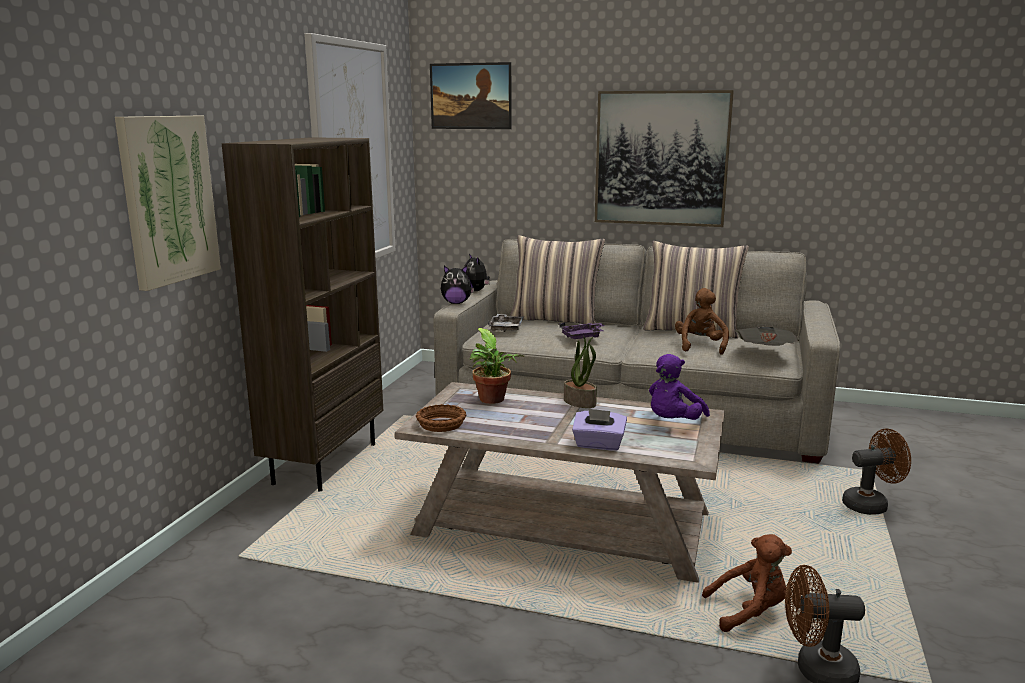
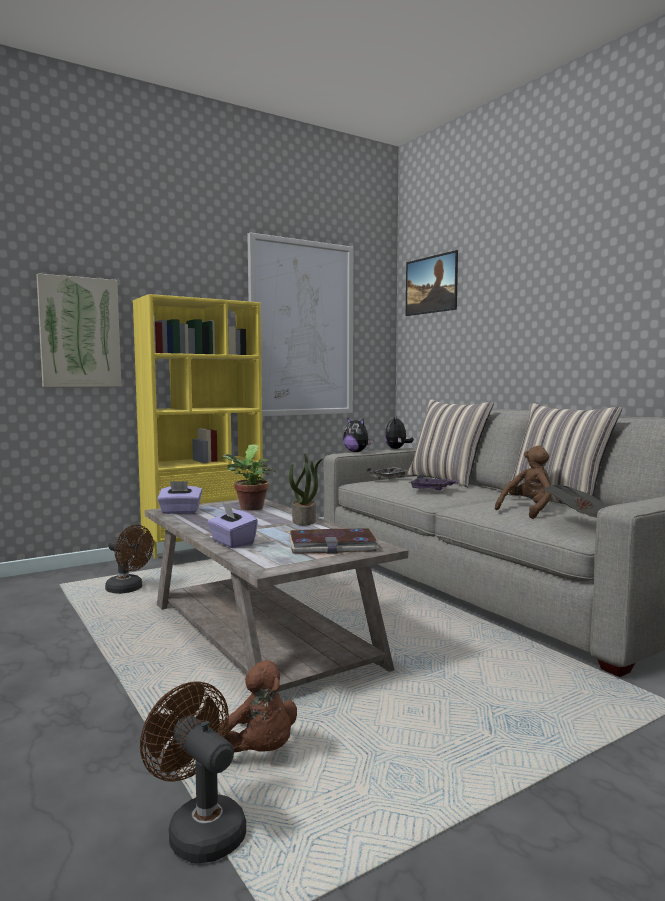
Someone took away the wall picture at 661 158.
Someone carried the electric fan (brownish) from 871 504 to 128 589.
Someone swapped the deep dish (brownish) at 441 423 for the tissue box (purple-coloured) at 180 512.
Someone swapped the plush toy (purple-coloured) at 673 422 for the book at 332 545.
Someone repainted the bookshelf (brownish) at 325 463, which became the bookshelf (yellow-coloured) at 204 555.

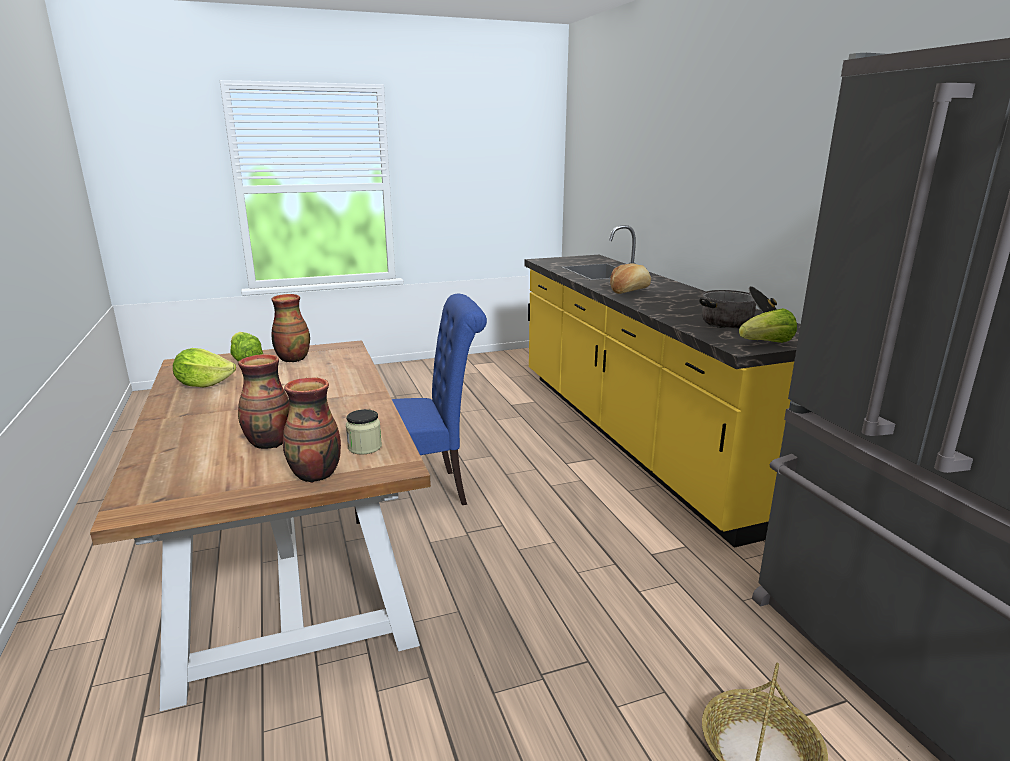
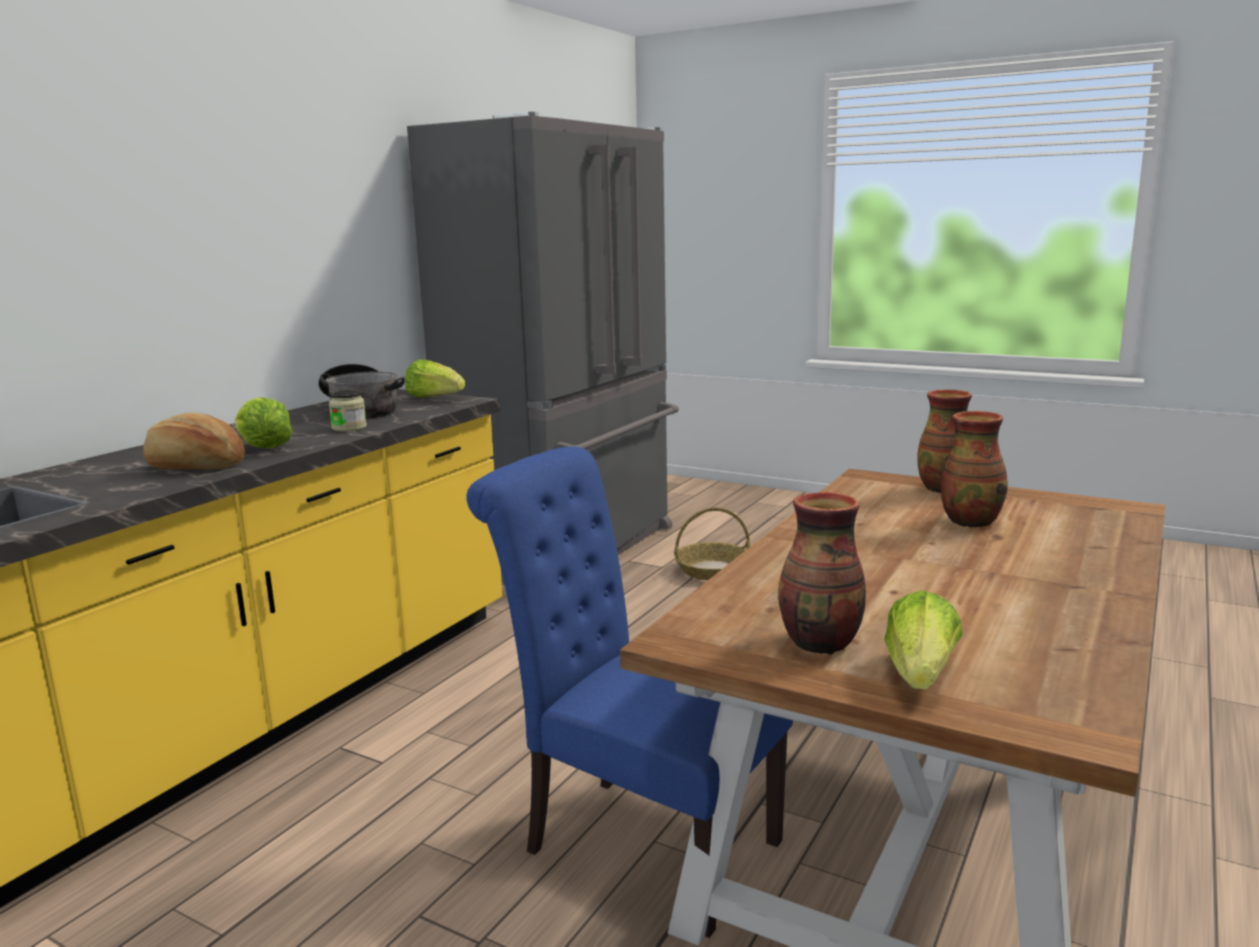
Someone carried the lettuce head from 204 384 to 264 448.
Someone carried the jar from 365 447 to 349 428.

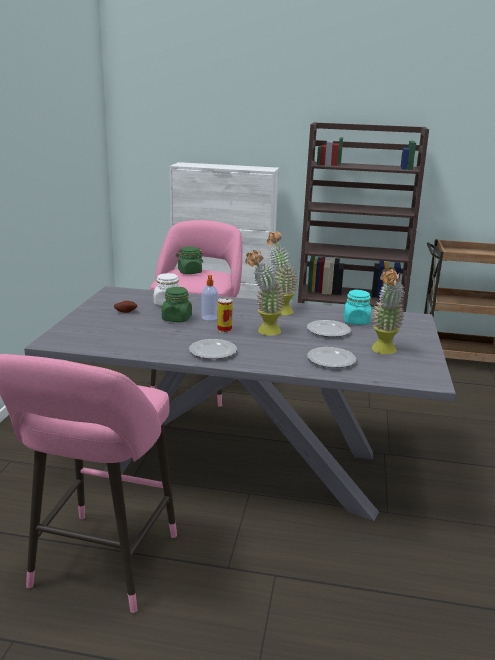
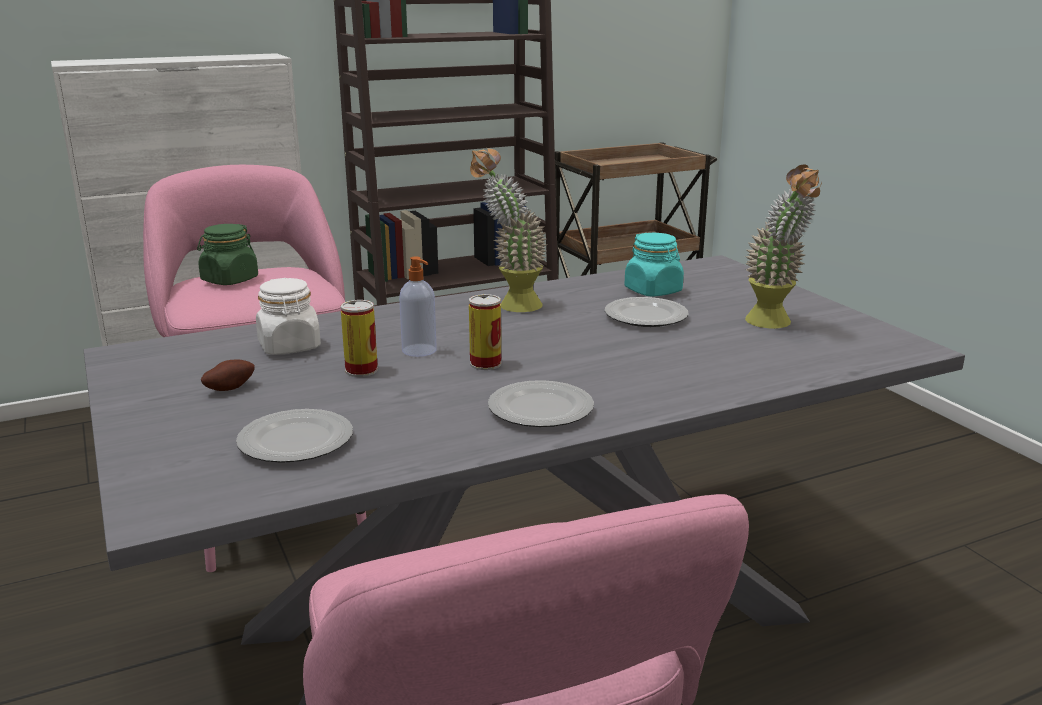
Someone took away the houseplant at 263 332.
Someone carried the flat dish from 331 360 to 296 441.
Someone swapped the jar (green-coloured) at 177 319 for the sealed can at 361 370.

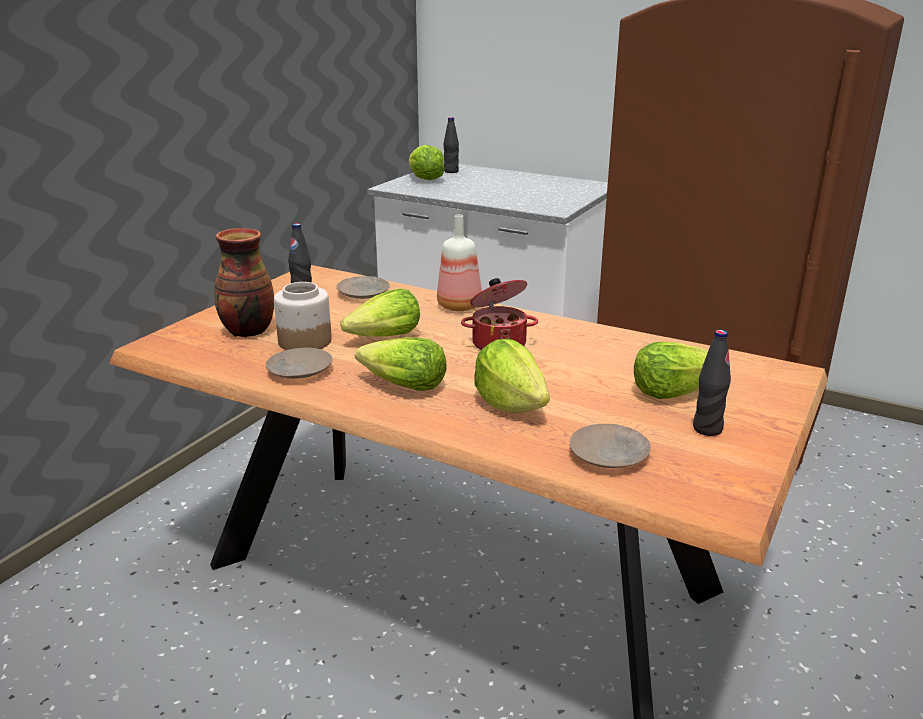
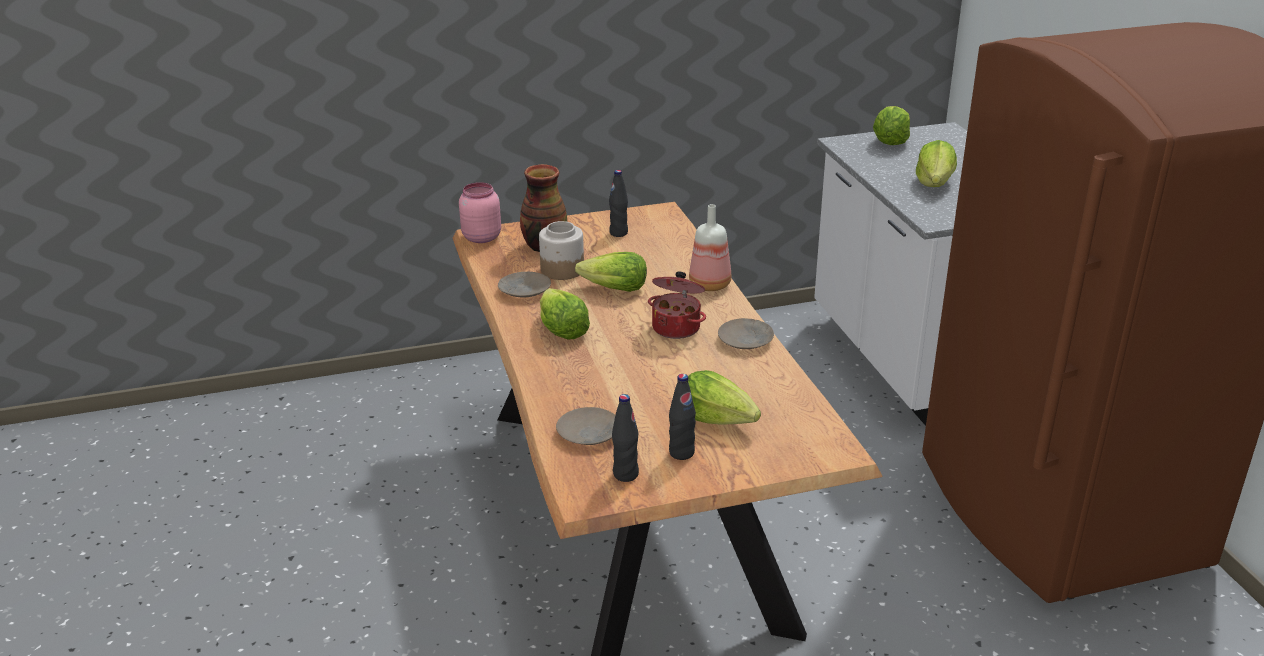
Someone put down the jar (pink) at 480 237.
Someone carried the flat dish (beige) from 363 293 to 746 340.
Someone carried the beverage bottle (blackish) from 451 171 to 625 474.
Someone carried the lettuce head from 510 404 to 934 183.

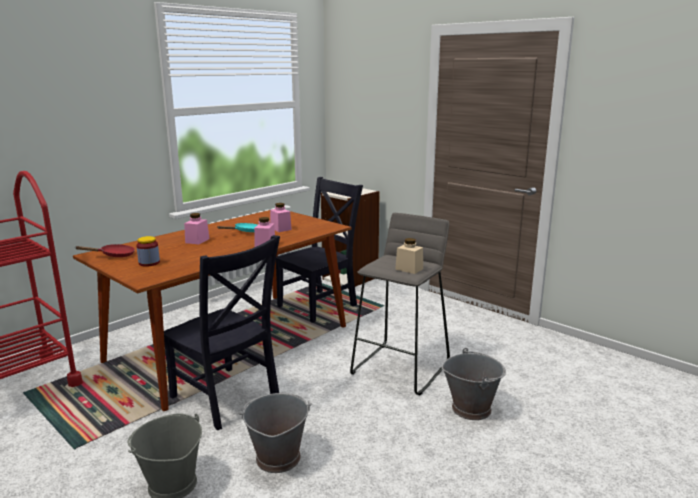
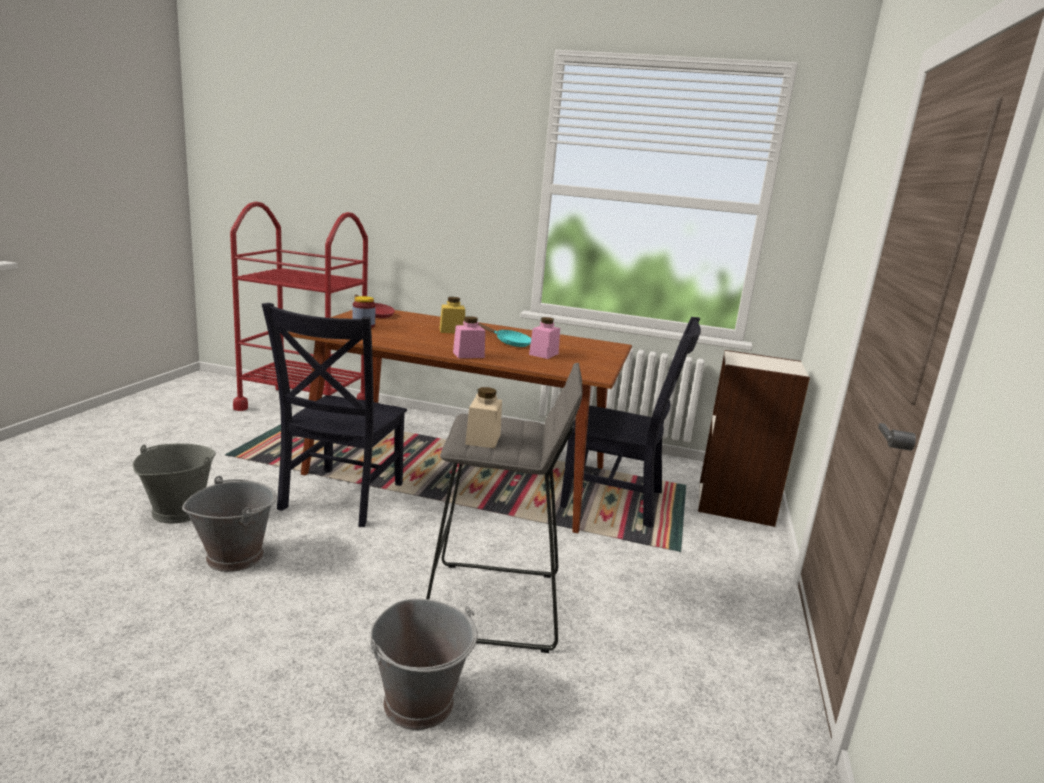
Someone repainted the jar (pink) at 197 241, which became the jar (yellow-coloured) at 452 331.

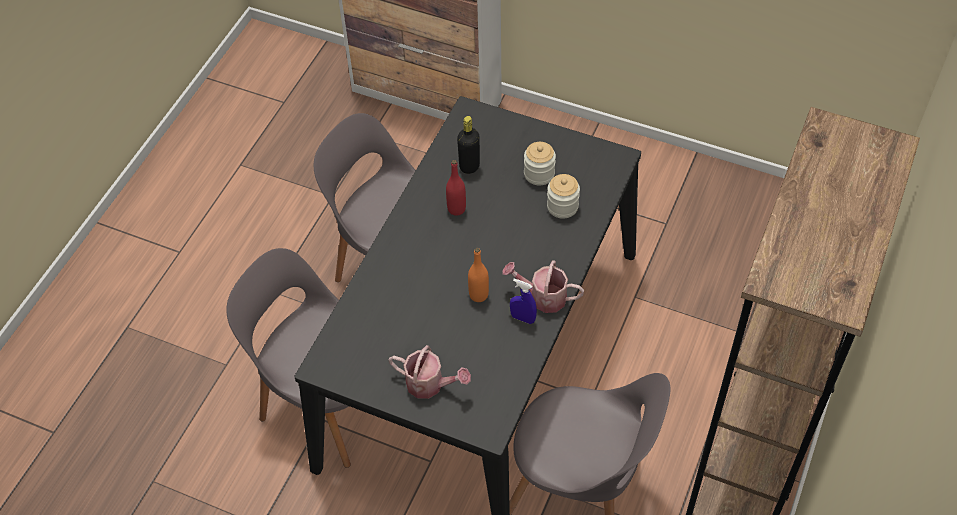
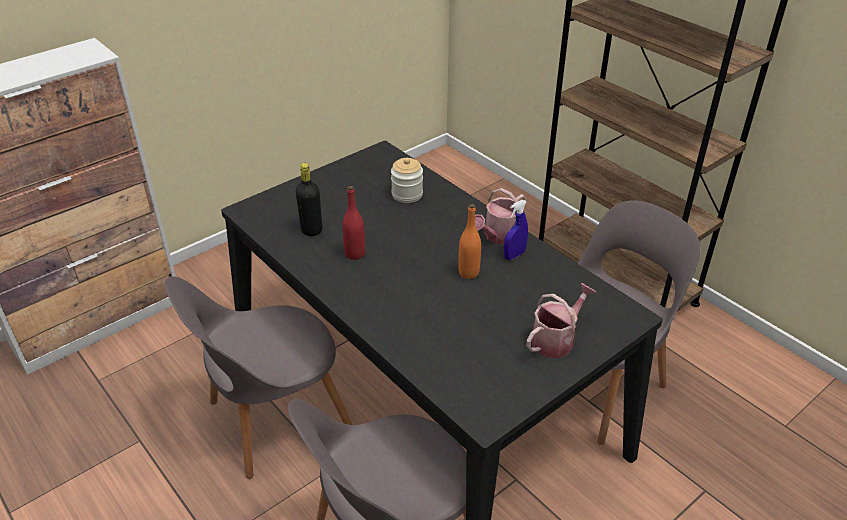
Someone took away the jar at 539 174.

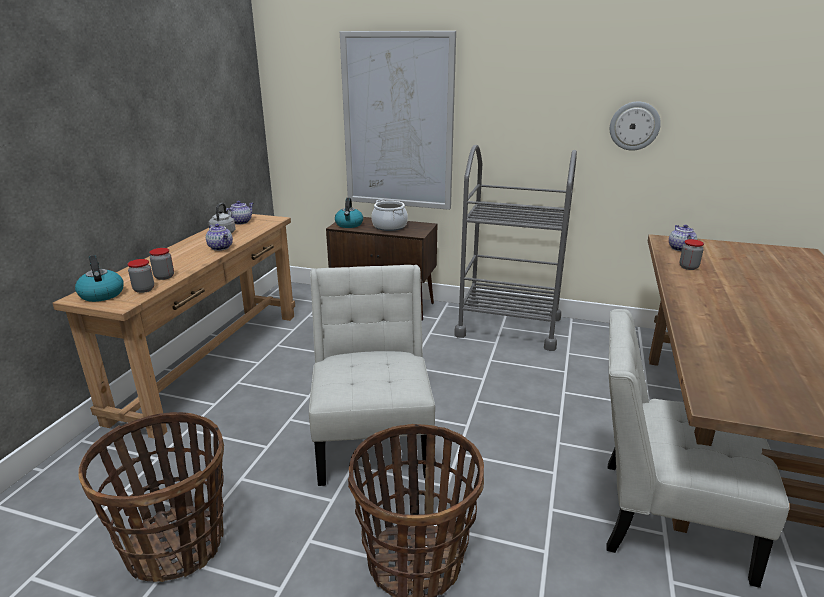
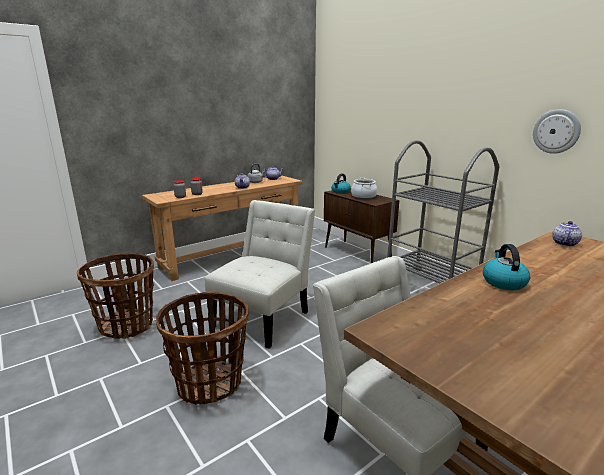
Someone took away the wall picture at 398 122.
Someone took away the jar at 688 267.
Someone carried the tea kettle from 101 294 to 503 282.

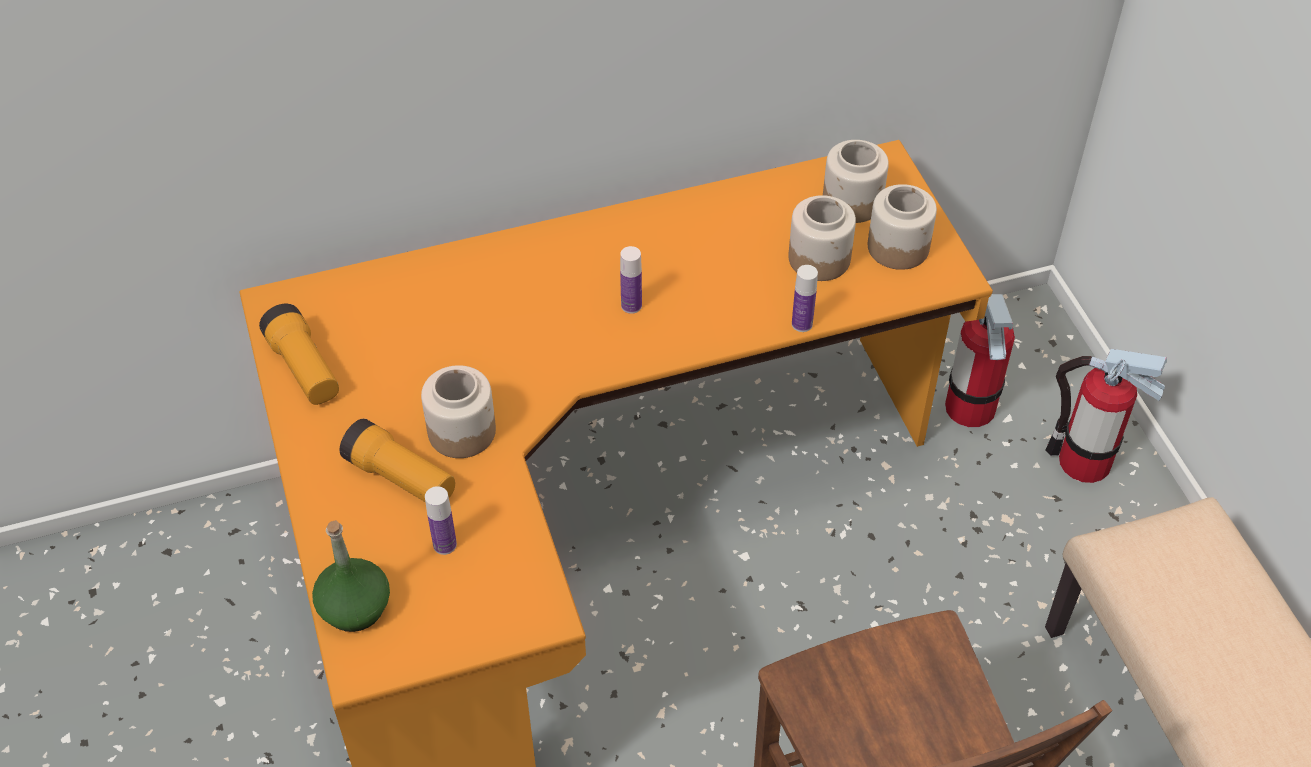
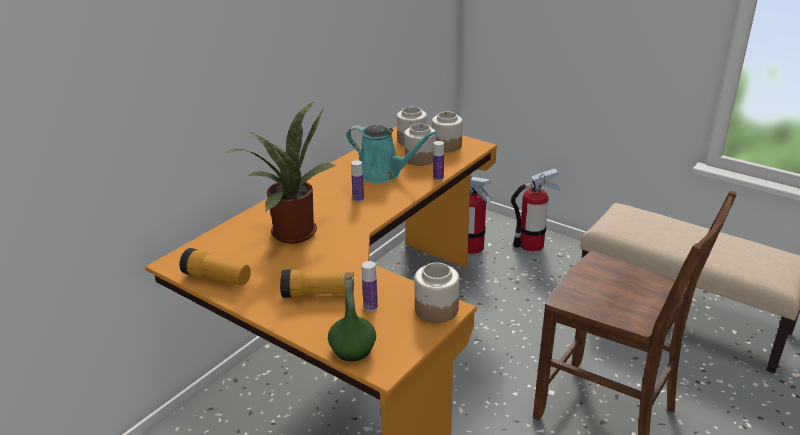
Someone put down the houseplant at 291 231.
Someone put down the watering can (blue-green) at 383 173.
Someone carried the jar from 461 431 to 436 309.

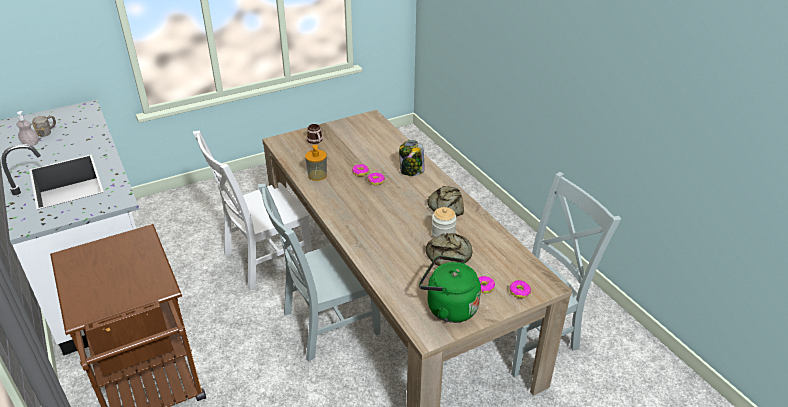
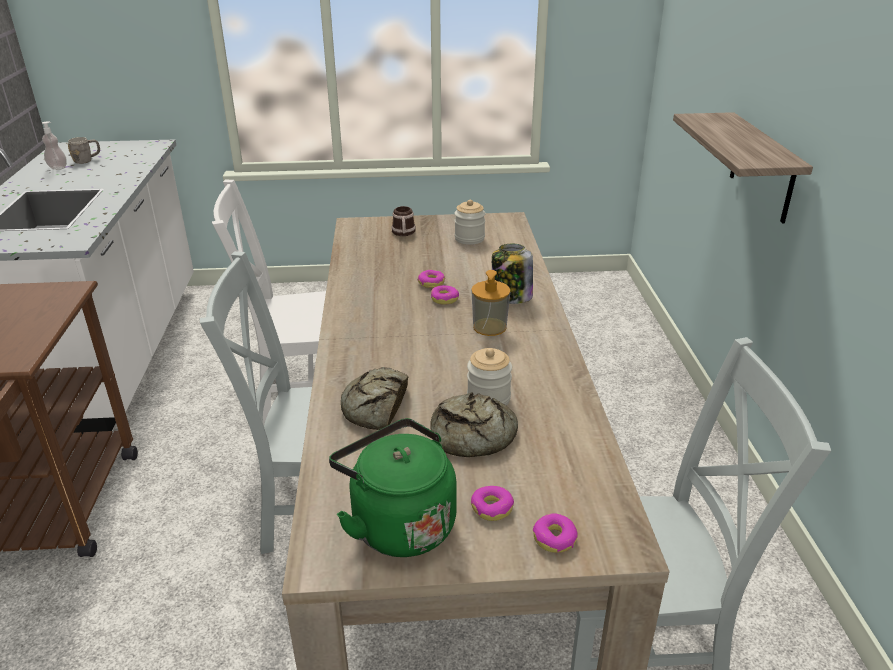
Someone put down the jar at 469 238.
Someone put up the shelf at 762 168.
Someone carried the liquid soap bottle from 317 175 to 489 327.
Someone carried the bread from 446 206 to 375 406.

